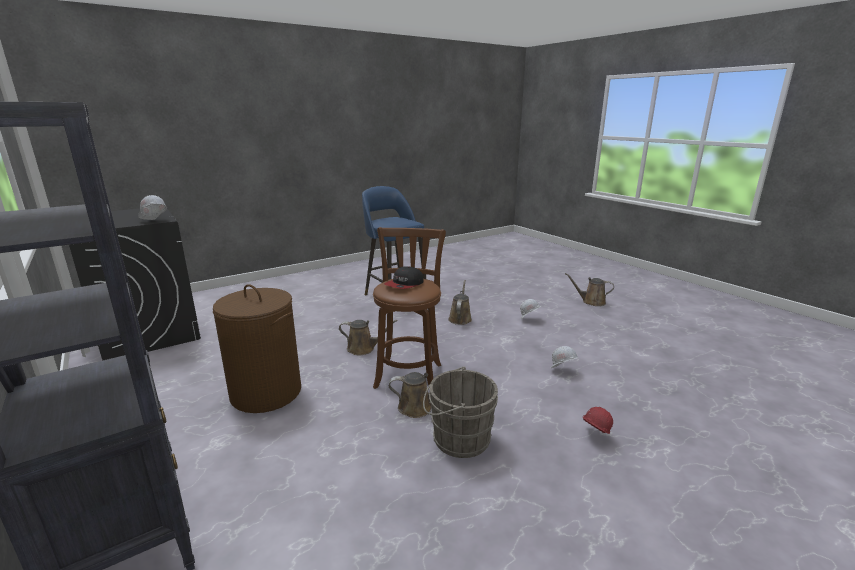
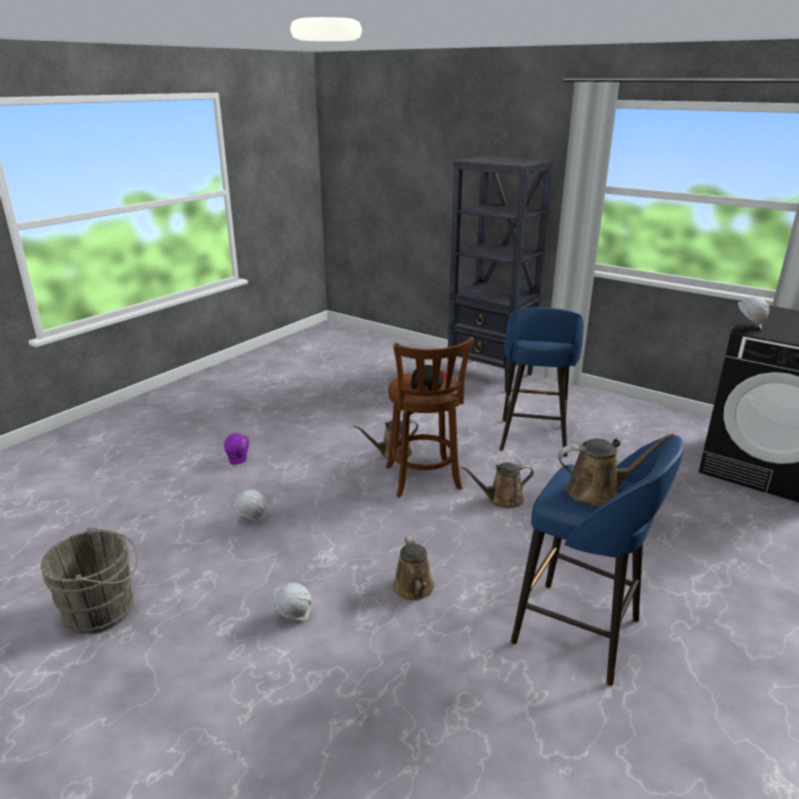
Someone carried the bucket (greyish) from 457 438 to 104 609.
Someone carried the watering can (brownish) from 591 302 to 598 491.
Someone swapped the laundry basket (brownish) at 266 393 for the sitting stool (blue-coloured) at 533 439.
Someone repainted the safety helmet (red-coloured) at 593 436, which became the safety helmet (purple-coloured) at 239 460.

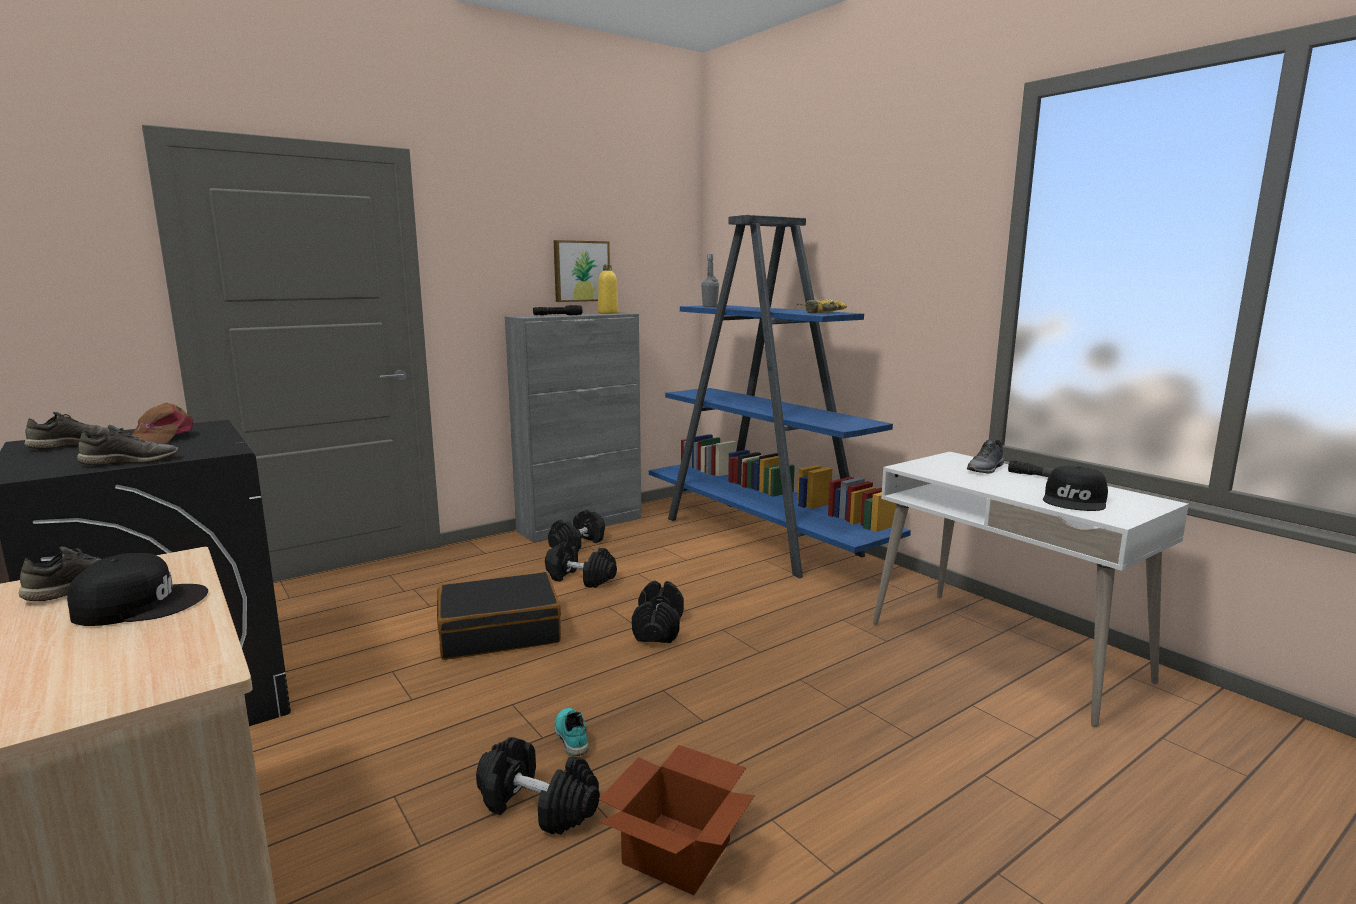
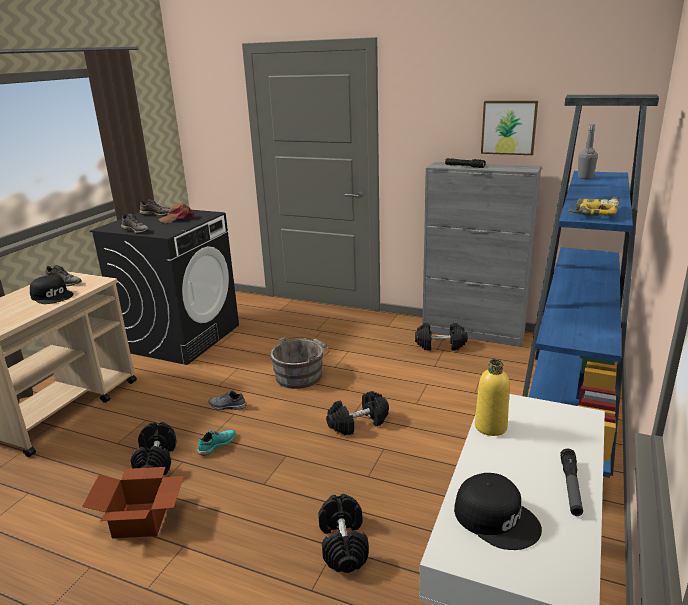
Someone carried the dumbbell (blackish) from 580 578 to 343 544.
Someone carried the beverage bottle (yellow-coloured) from 608 313 to 490 427.
Someone carried the low shoe (greyish) from 986 469 to 227 406.
Someone swapped the suitcase (blackish) at 499 632 for the bucket (greyish) at 301 375.
Someone rotated the baseball cap (blackish) at 1075 500 by 135 degrees counterclockwise.

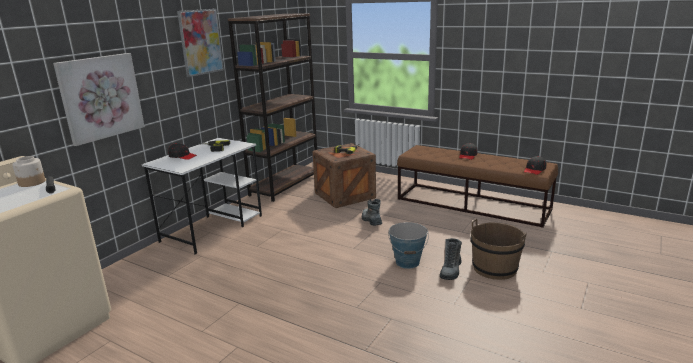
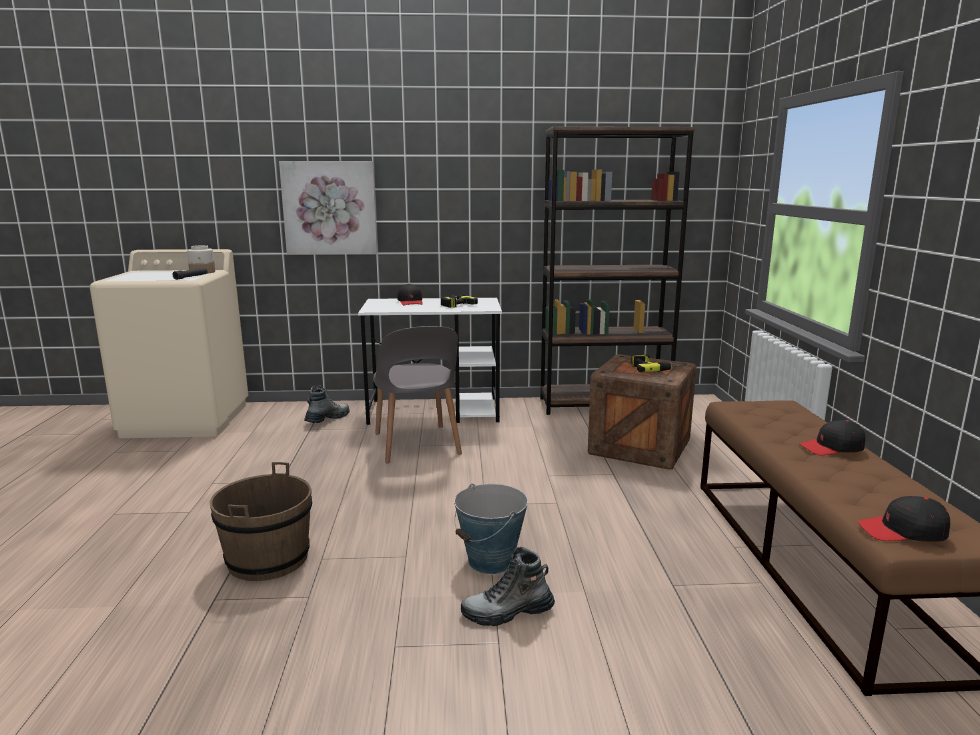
Someone took away the wall picture at 200 42.
Someone put down the chair (greyish) at 416 445.
Someone carried the boot from 371 221 to 327 419.
Someone carried the bucket (brownish) from 494 268 to 268 559.

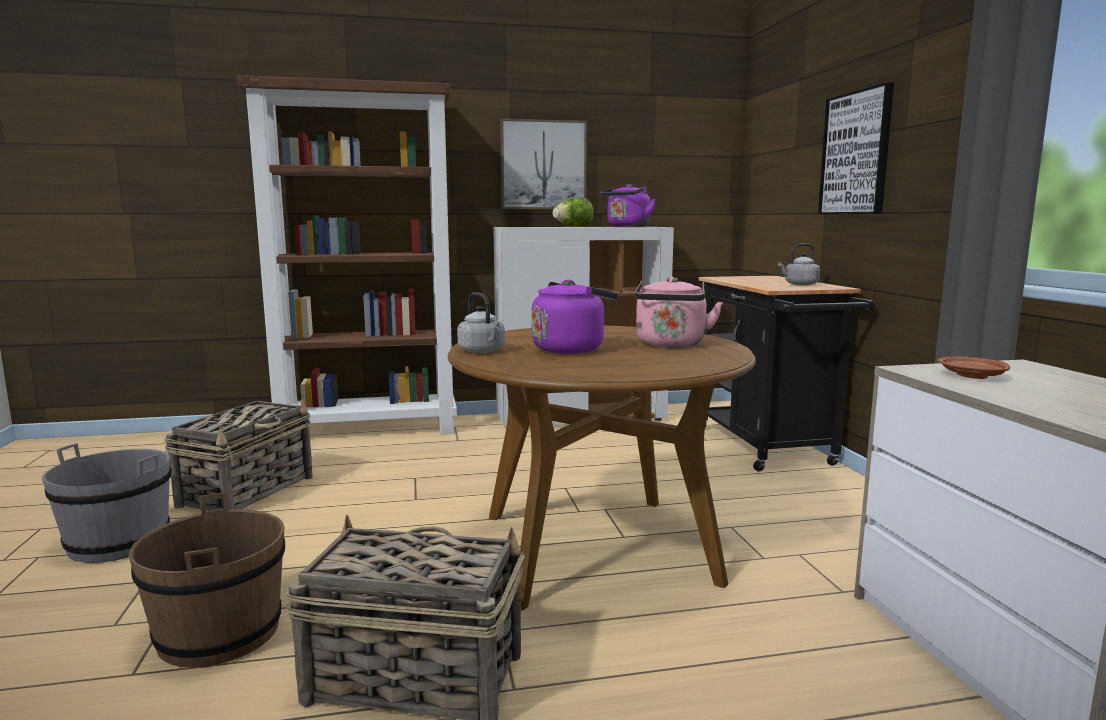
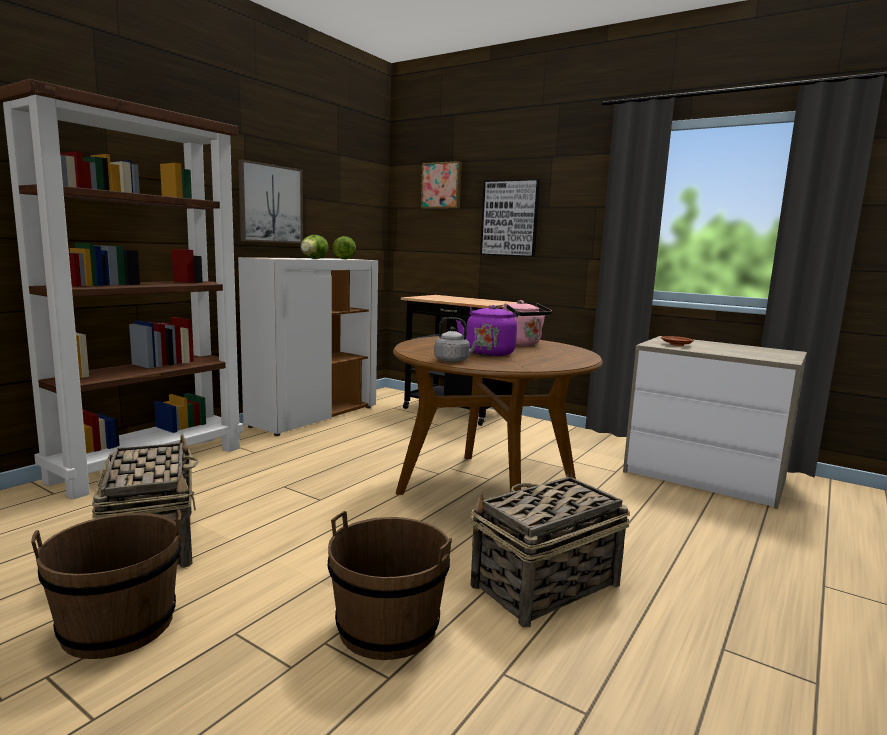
Someone took away the tea kettle (greyish) at 799 284.
Someone put up the wall picture at 442 185.
Someone swapped the tea kettle (purple-coloured) at 627 226 for the lettuce head at 344 259.
Someone repainted the bucket (greyish) at 118 542, which became the bucket (brownish) at 118 626.

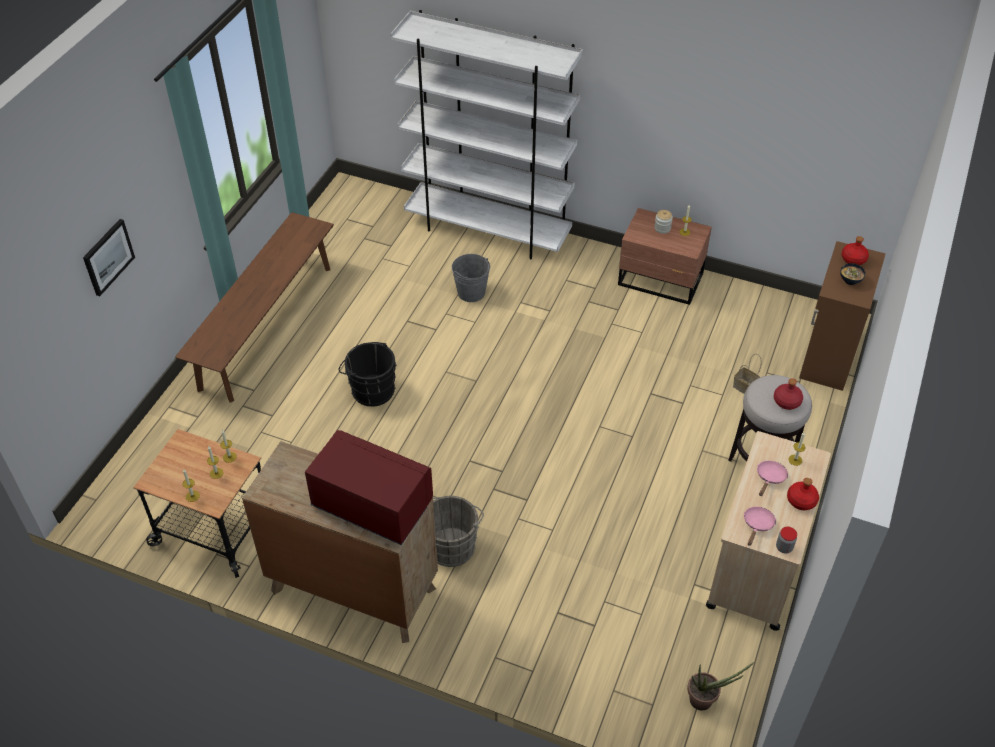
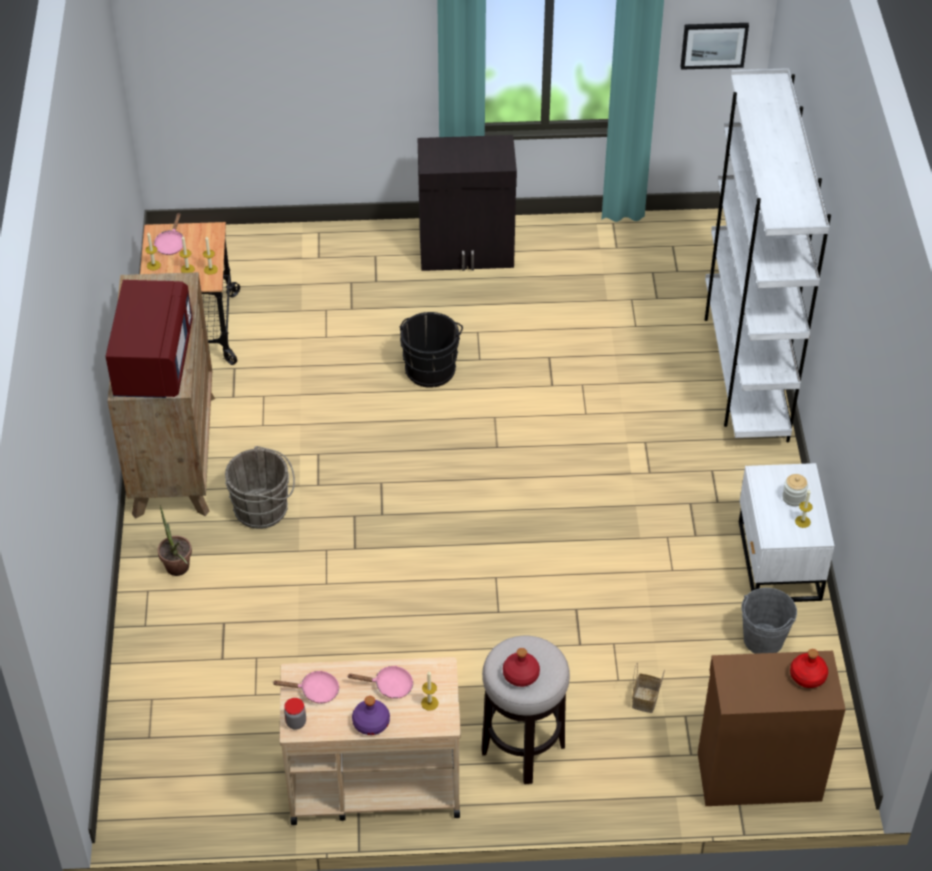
Someone took away the deep dish at 850 280.
Someone put down the frying pan (pink) at 171 244.
Someone carried the wall picture from 108 257 to 714 44.
Someone carried the bucket (greyish) from 471 292 to 763 639.
Someone carried the houseplant from 706 700 to 179 571.
Someone swapped the long seat (brownish) at 266 326 for the storage cabinet (blackish) at 467 253.
Someone repainted the night table (brownish) at 661 280, which became the night table (whitish) at 777 562.
Someone repainted the beverage bottle (red-coloured) at 801 500, which became the beverage bottle (purple-coloured) at 371 723.

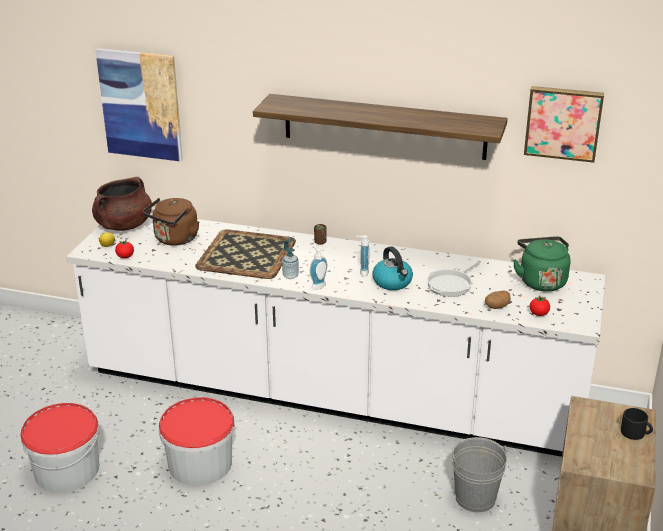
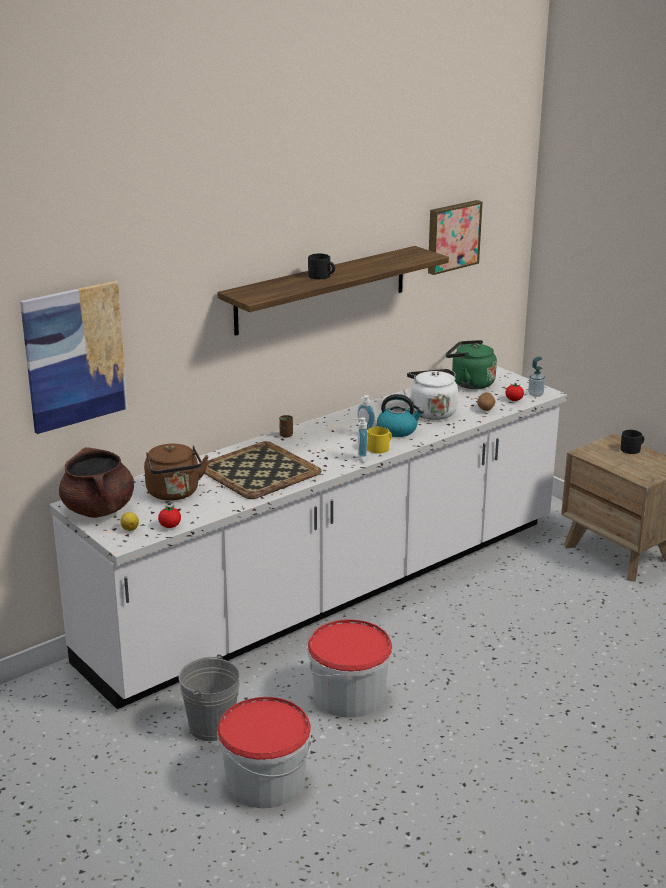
Someone put down the tea mug (blackish) at 322 276.
Someone put down the tea mug (yellow-coloured) at 380 448.
Someone carried the liquid soap bottle from 290 276 to 535 394.
Someone carried the bucket (greyish) from 475 498 to 212 726.
Someone swapped the frying pan at 451 284 for the tea kettle (whitish) at 431 412.

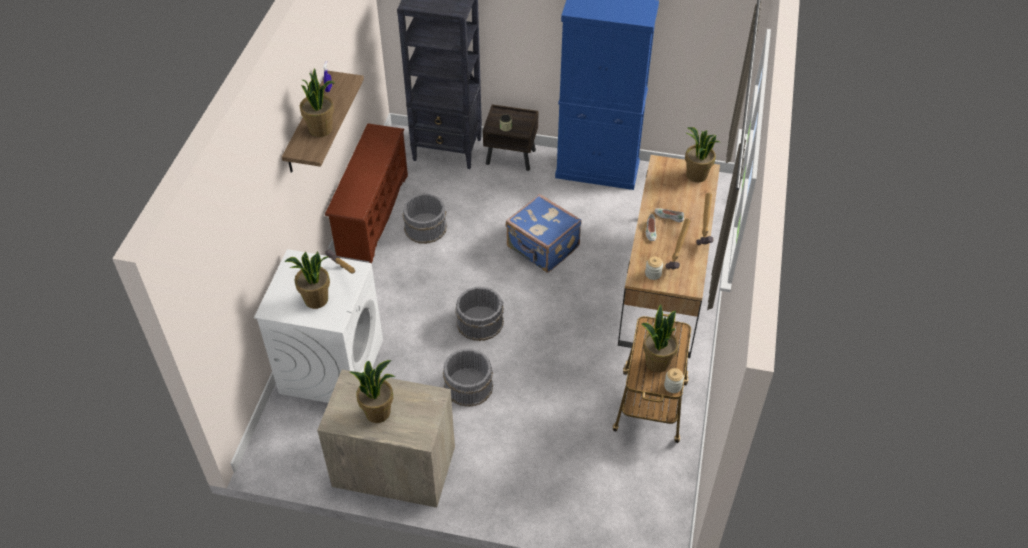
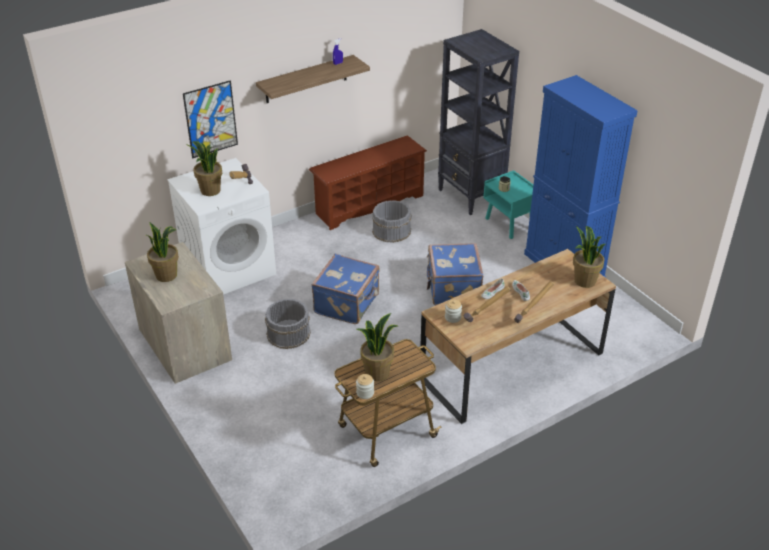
Someone took away the houseplant at 321 129.
Someone put up the wall picture at 210 119.
Someone swapped the bucket (greyish) at 479 322 for the suitcase (blue-coloured) at 348 304.
Someone repainted the night table (brownish) at 511 157, which became the night table (blue-green) at 510 224.

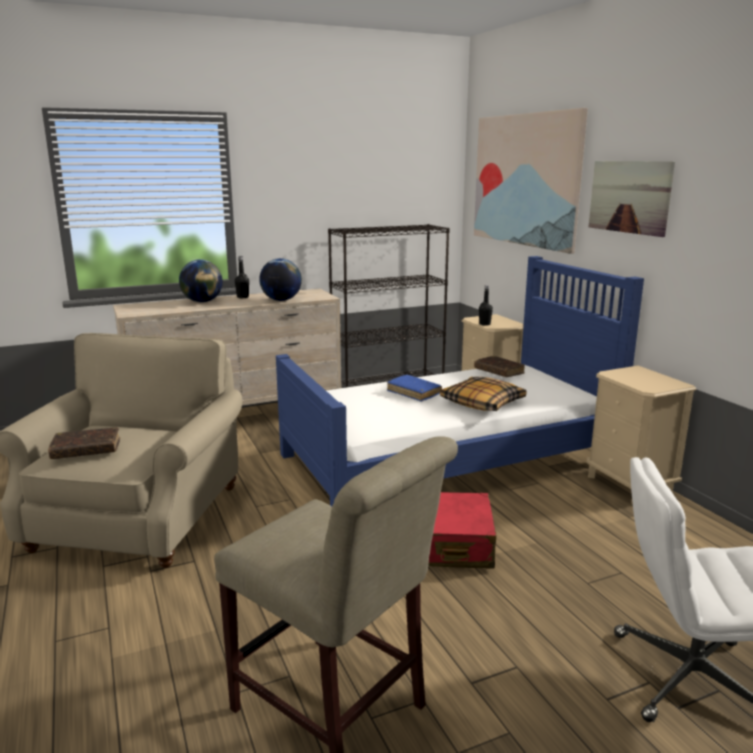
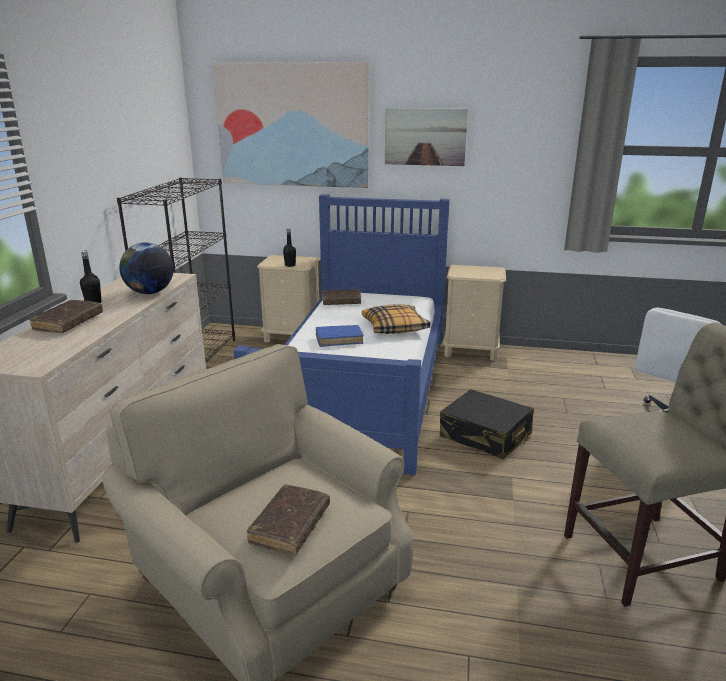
Someone swapped the world globe at 202 302 for the book (brownish) at 68 323.
Someone repainted the suitcase (red-coloured) at 453 545, which became the suitcase (blackish) at 485 436.

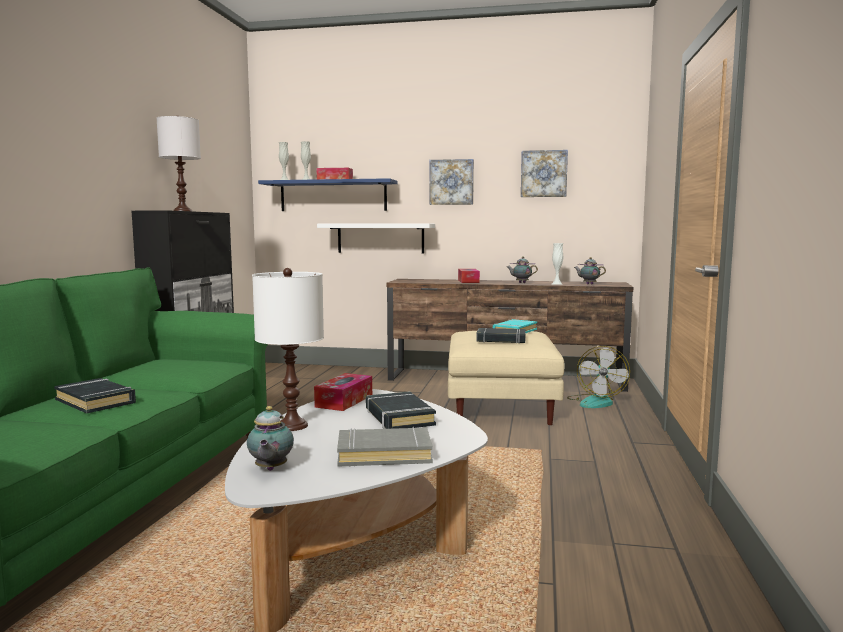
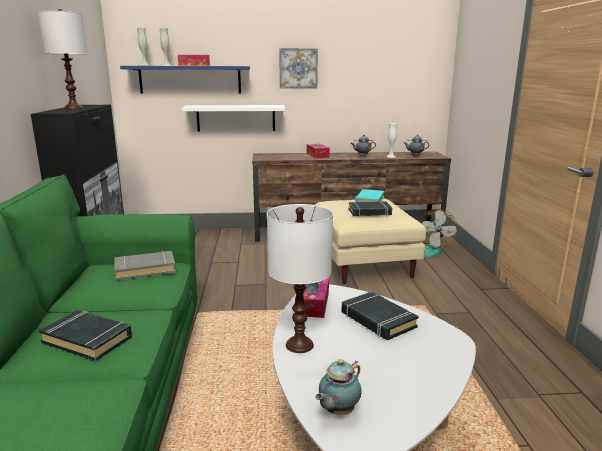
Someone took away the wall picture at 543 174.
Someone carried the book (greyish) from 384 454 to 145 269.
Someone rotated the tea pot at 270 469 by 60 degrees clockwise.

